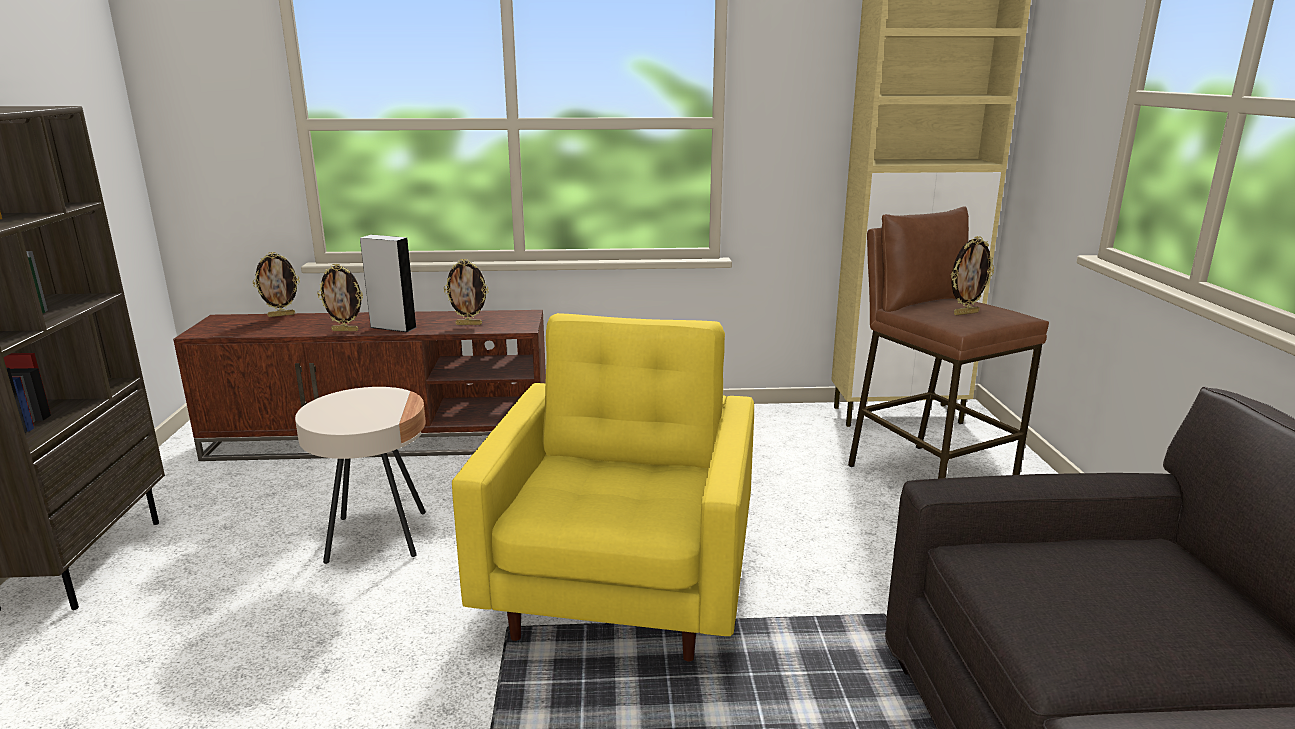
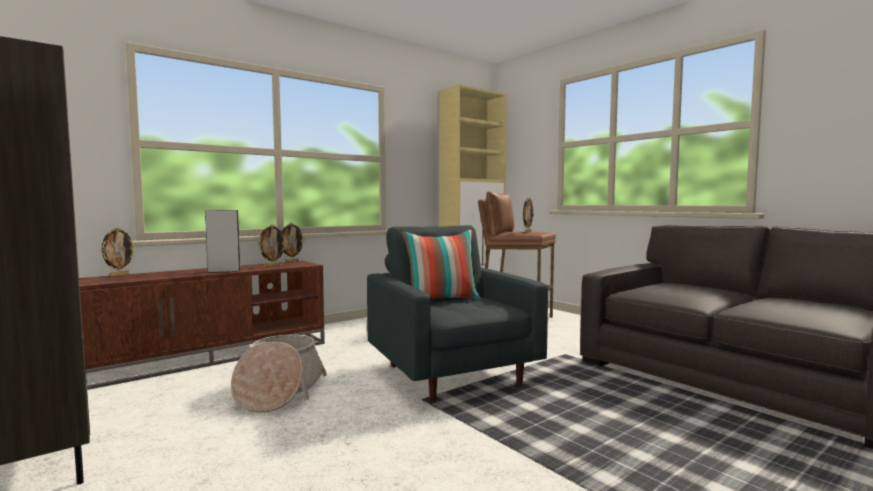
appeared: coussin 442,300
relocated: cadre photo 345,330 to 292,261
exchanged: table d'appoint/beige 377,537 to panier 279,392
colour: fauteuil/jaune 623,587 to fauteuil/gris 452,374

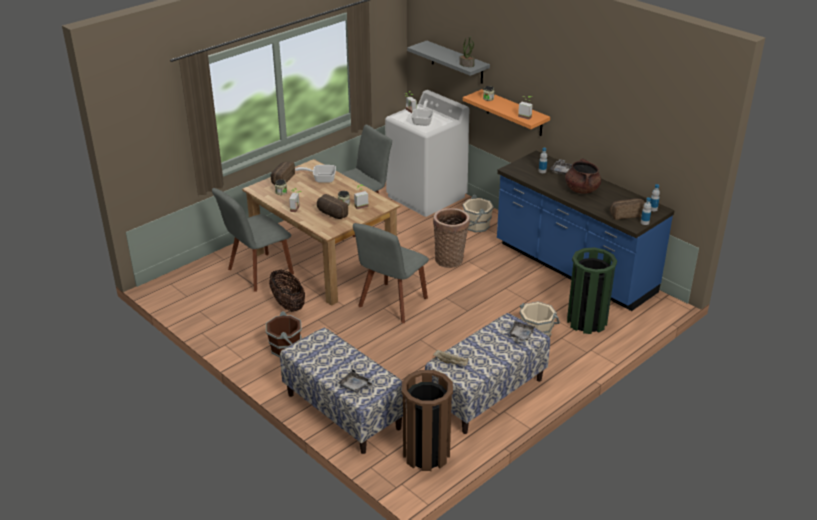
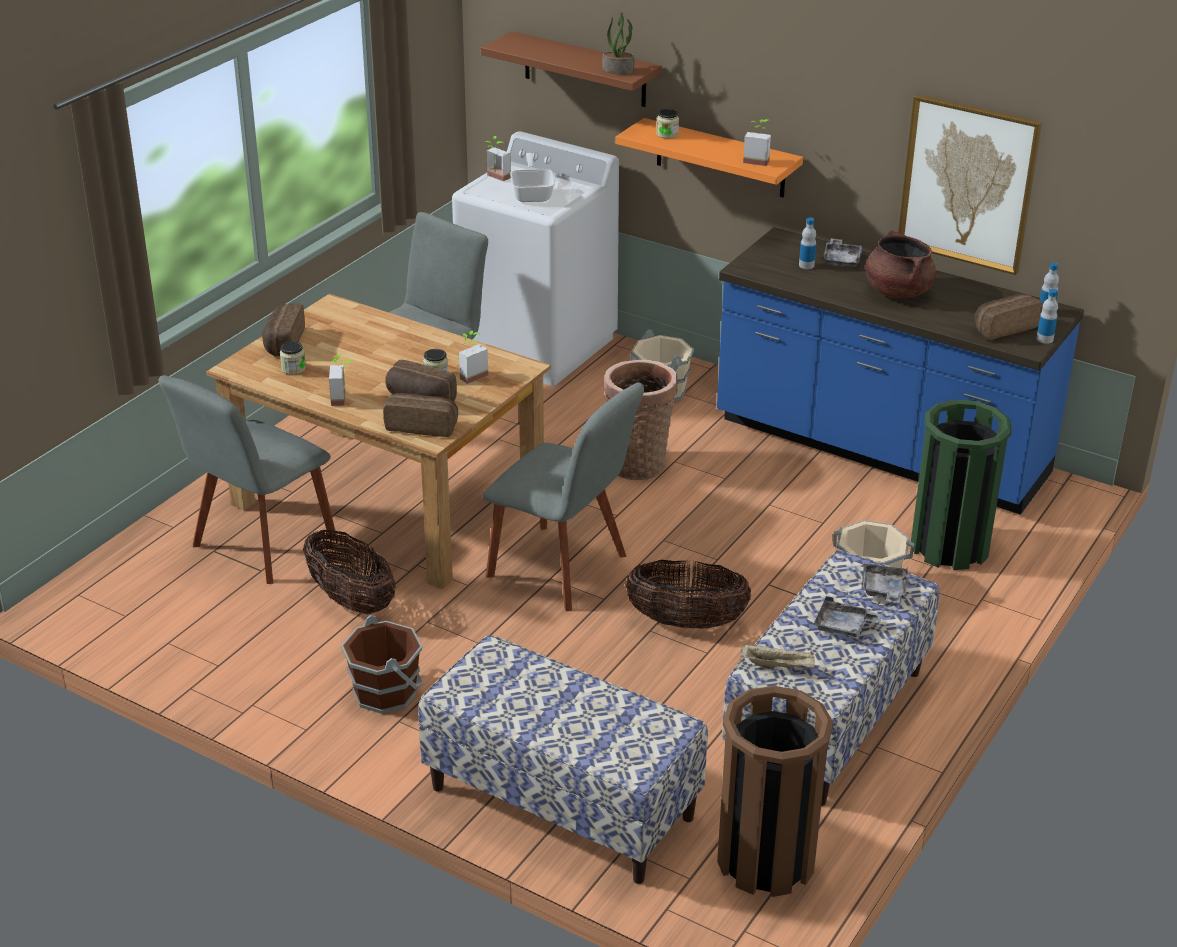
missing: poêle 321,179
appeared: pain 422,426; panier 686,622; tableau 968,183
relocated: plateau/gris 355,386 to 844,626
colour: étagère/gris 457,62 to étagère/marron 585,70
spun: chaise/gris 391,304 = 563,569 75 degrees counterclockwise

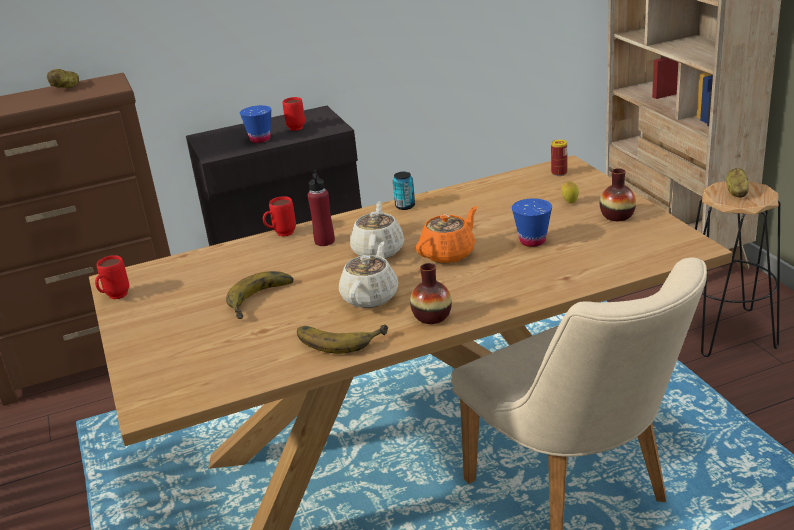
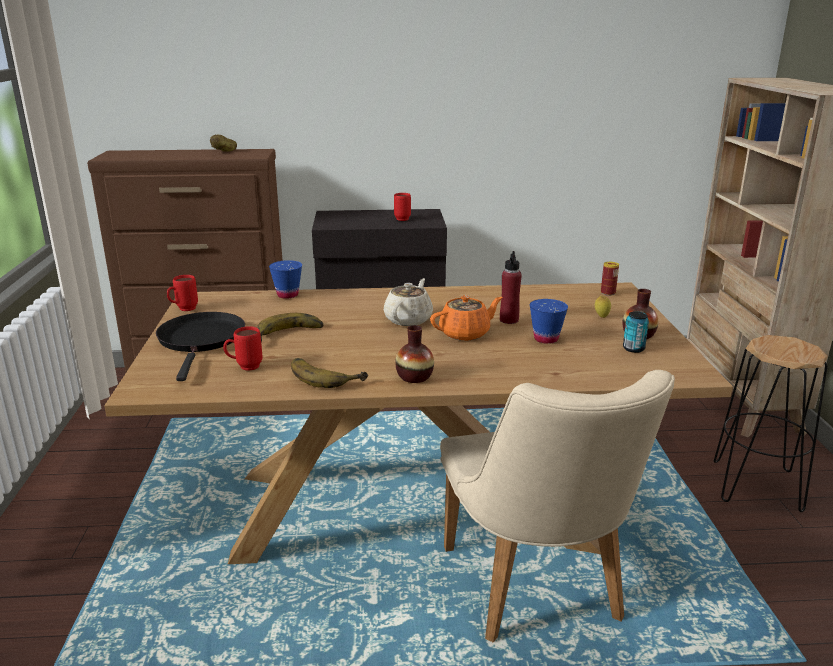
missing: théière/beige 370,296; pomme de terre 736,192
appeared: poêle/noir 201,340
relocated: tasse/bleu 260,139 to 287,295; mug/rouge 281,234 to 244,367; bouteille/rouge 324,241 to 509,320; boîte métallique 405,206 to 633,349

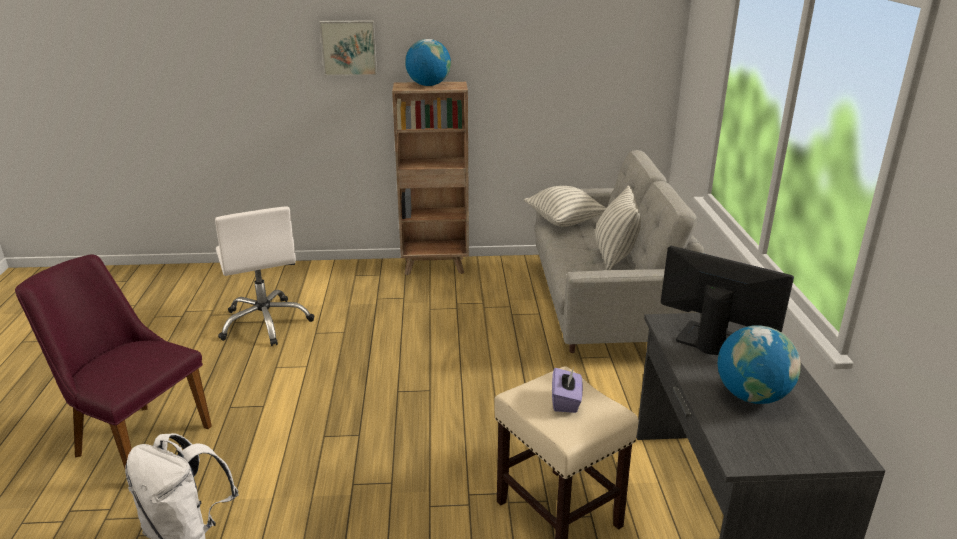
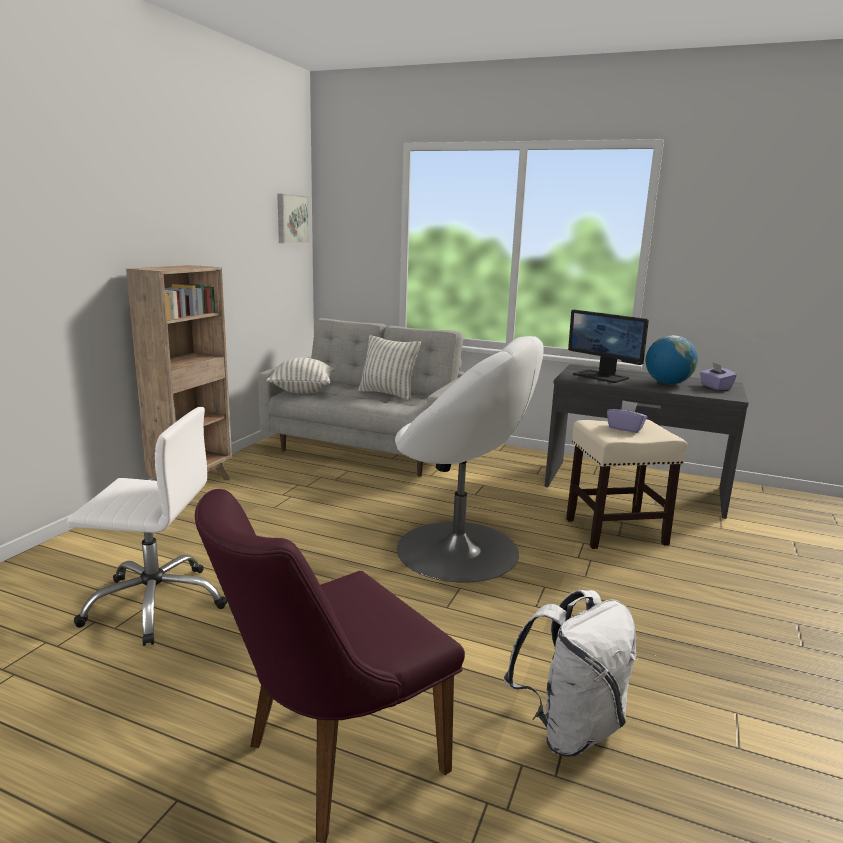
missing: globe 428,85
appeared: fauteuil/blanc 459,550; boîte à mouchoirs/violet 715,387
relocated: tableau 349,47 to 291,219
spun: écran d'ordinateur 714,342 = 601,376 105 degrees counterclockwise

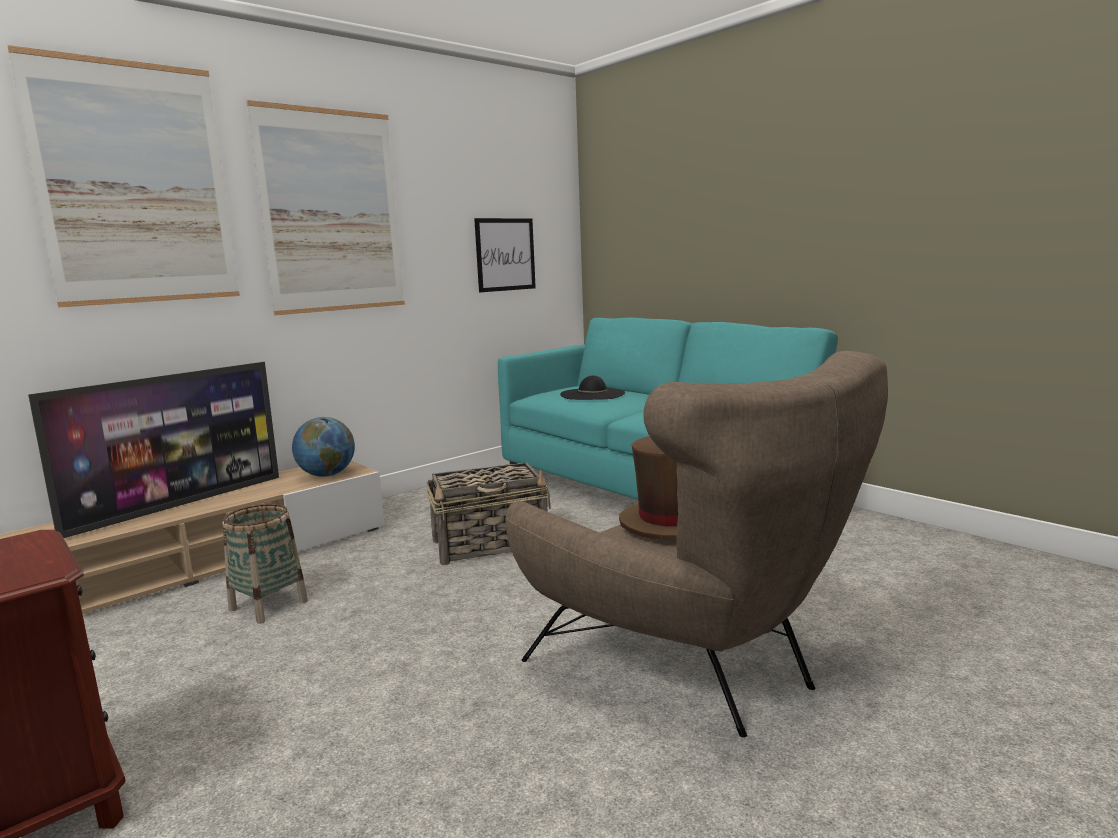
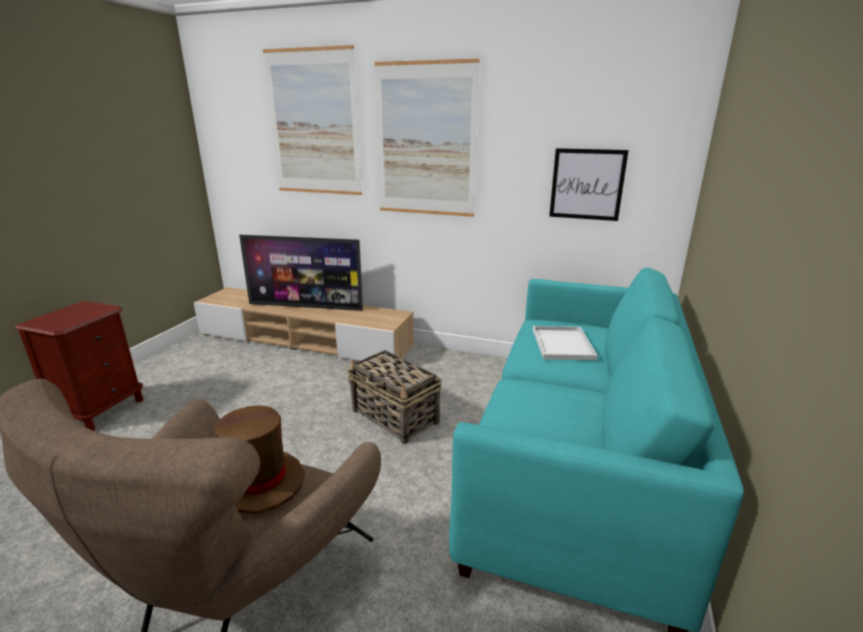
missing: panier 268,605; globe 327,475
exchanged: chapeau/noir 592,394 to plateau/blanc 561,343

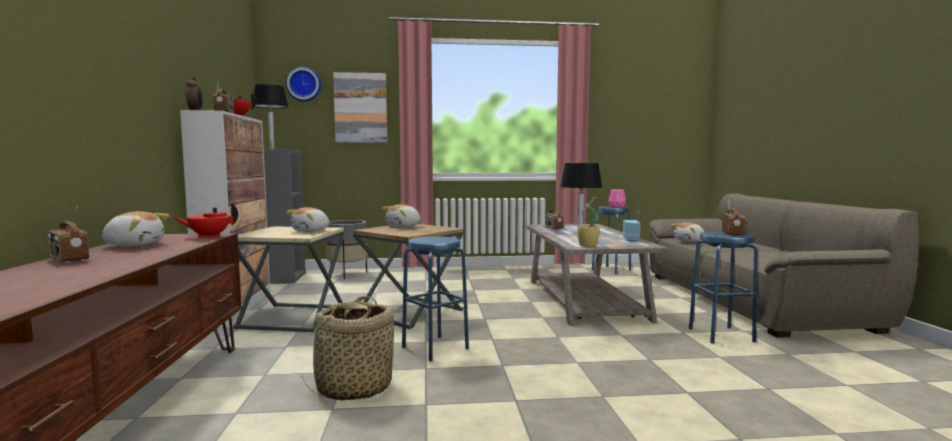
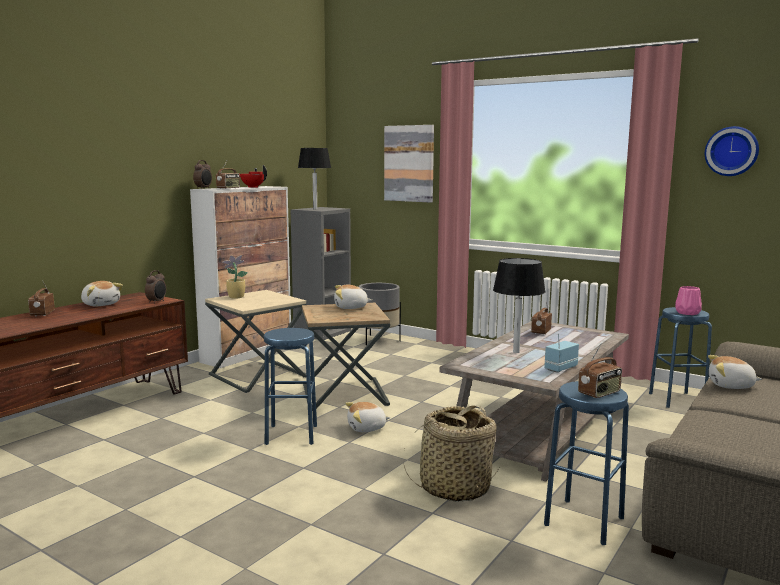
relocated: horloge murale 304,84 to 731,151; peluche 311,231 to 367,428; panier 353,388 to 454,488; plante en pot 587,246 to 235,297
exchanged: théière/rouge 209,236 to réveil 157,302

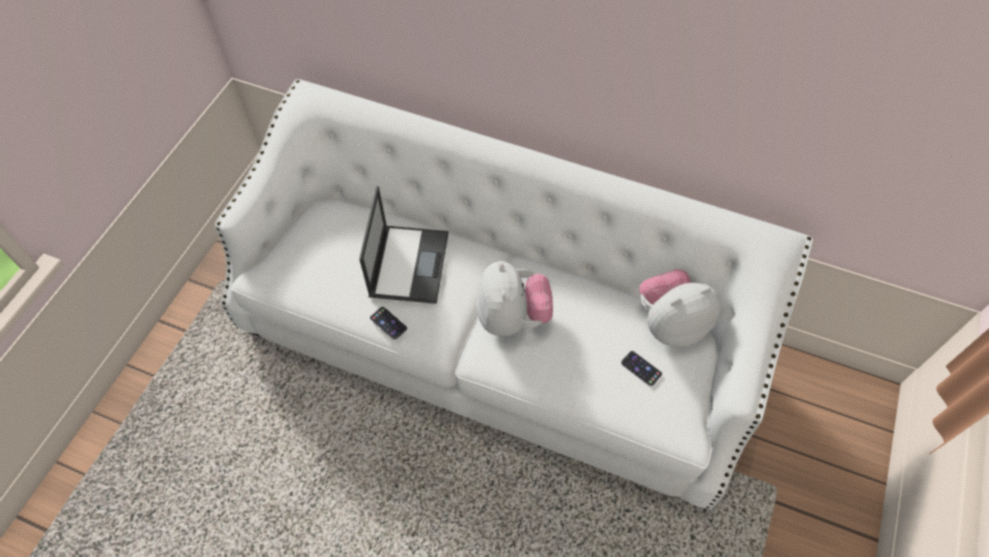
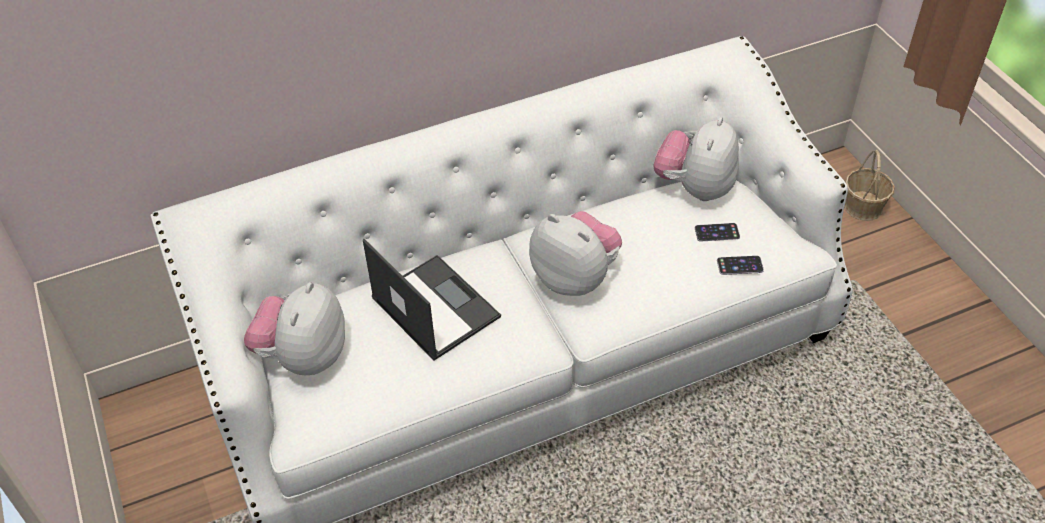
appeared: peluche 304,356; panier 863,206
relocated: téléphone 388,323 to 740,265

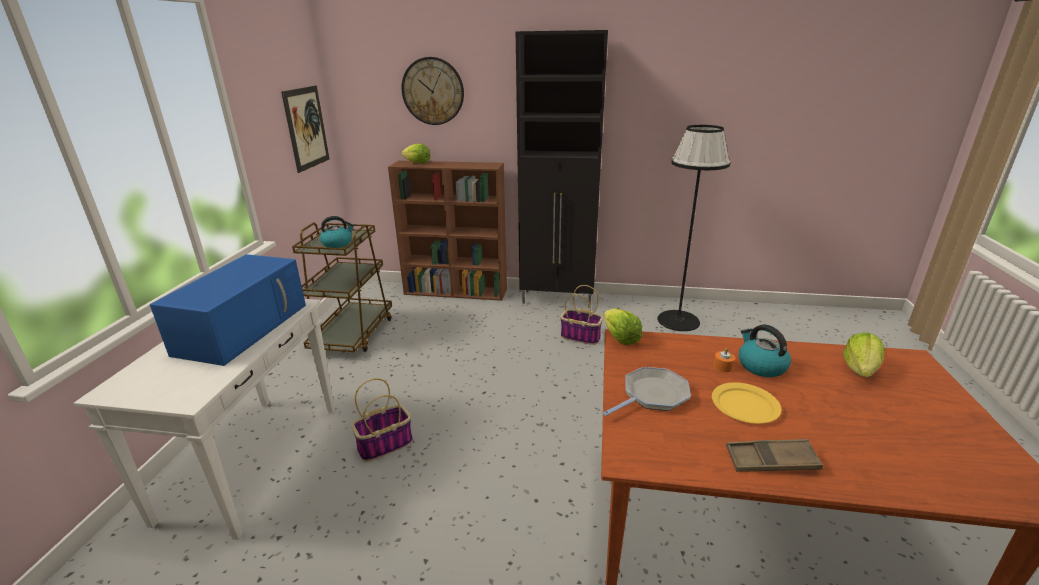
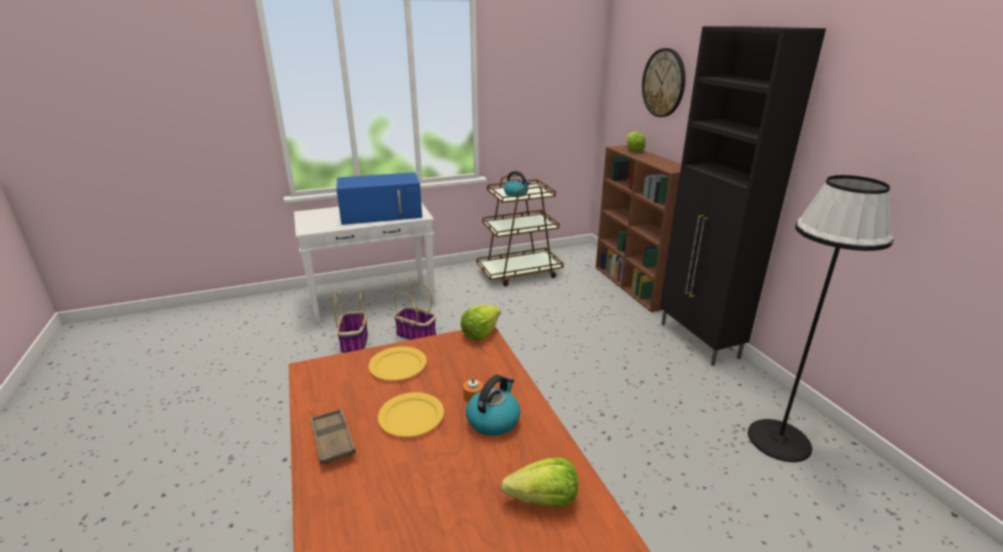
missing: tableau 306,128
relocated: panier 581,336 to 354,343
exchanged: poêle 652,395 to assiette/jaune 398,365

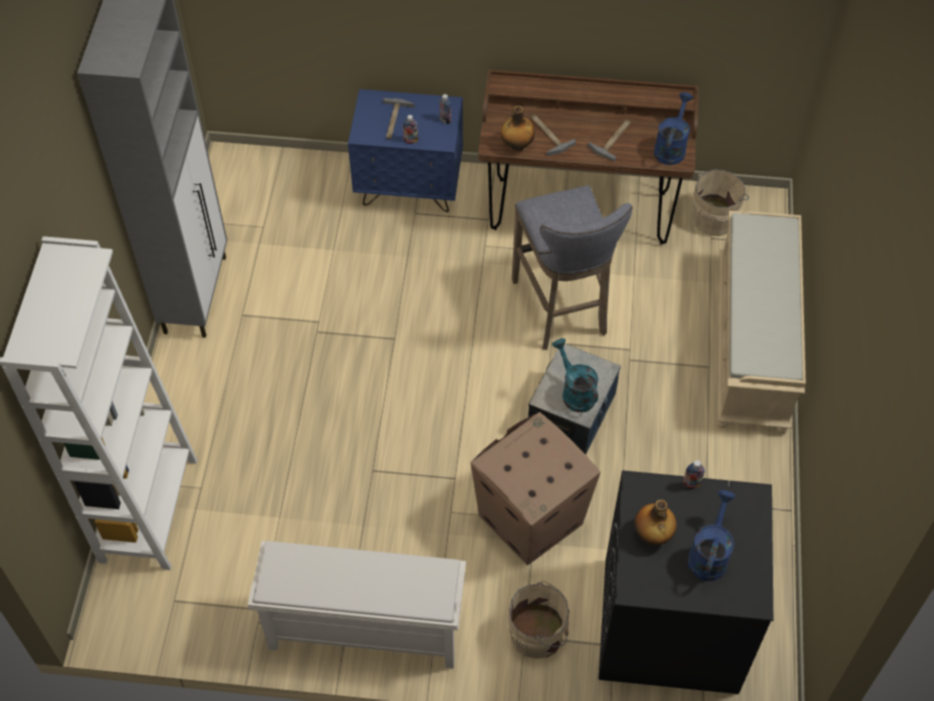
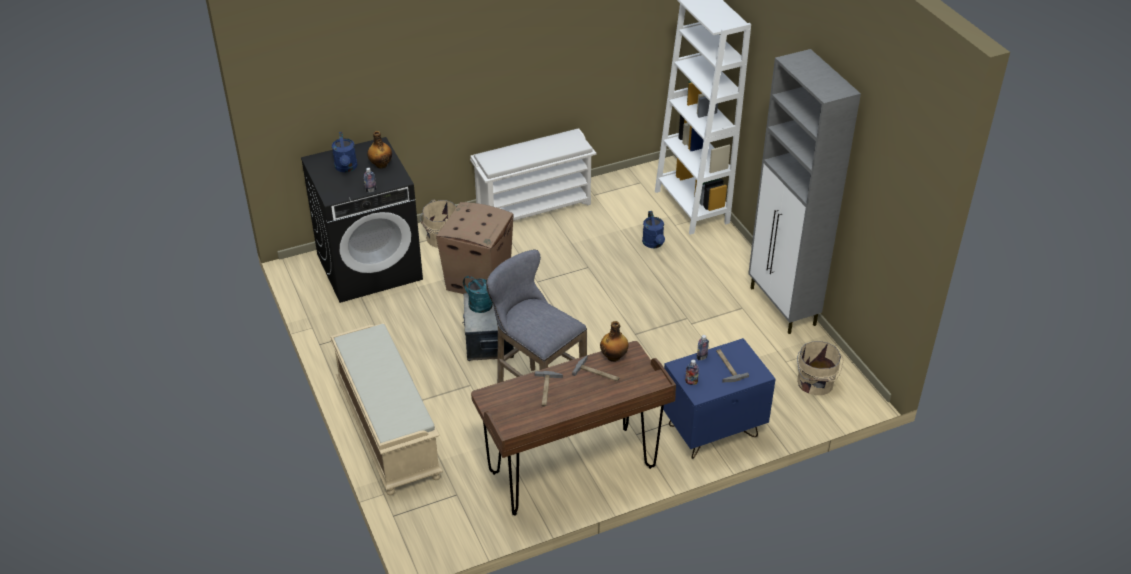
relocated: arrosoir/bleu 671,147 to 654,244; seau/beige 715,217 to 815,383

